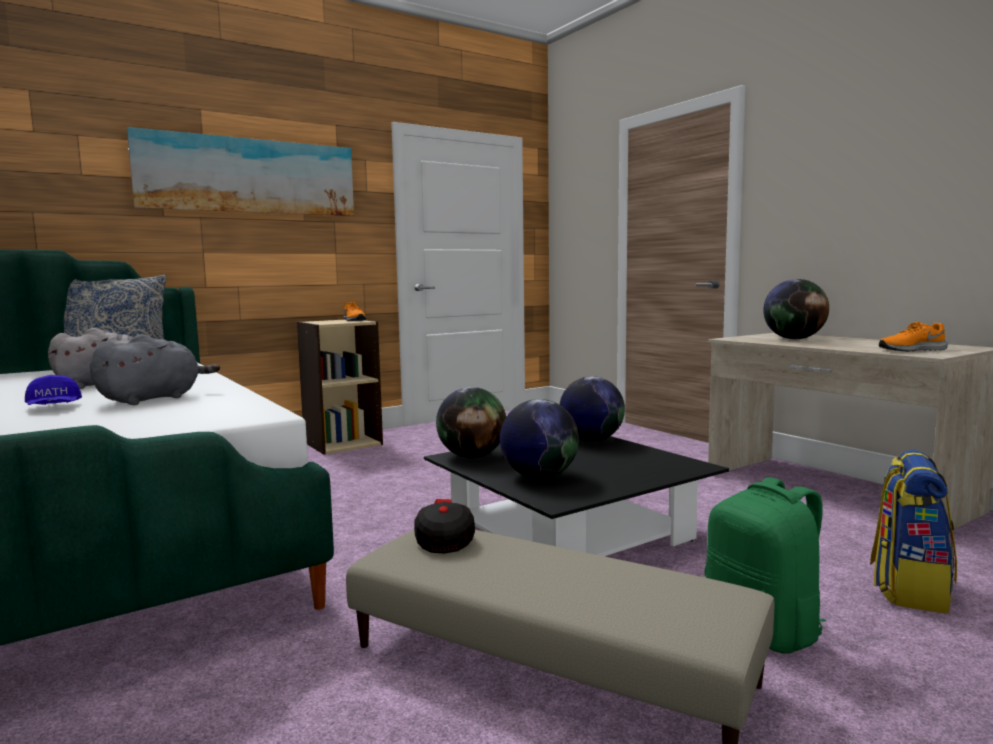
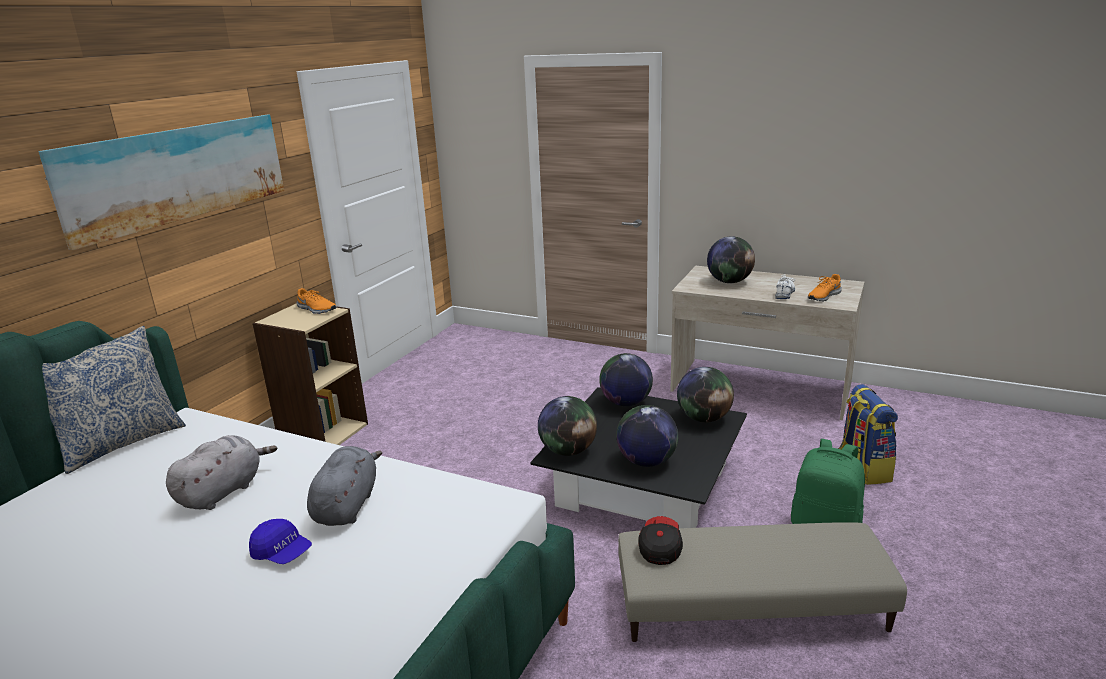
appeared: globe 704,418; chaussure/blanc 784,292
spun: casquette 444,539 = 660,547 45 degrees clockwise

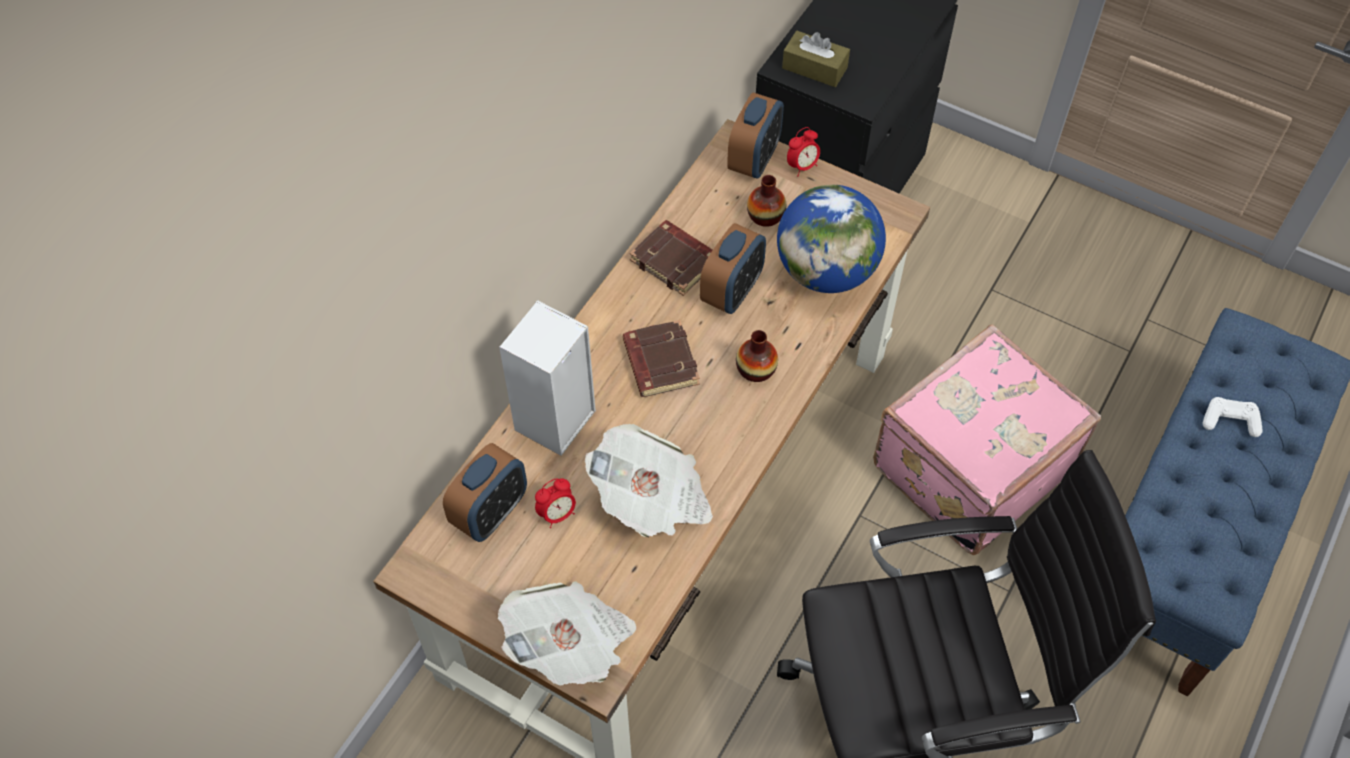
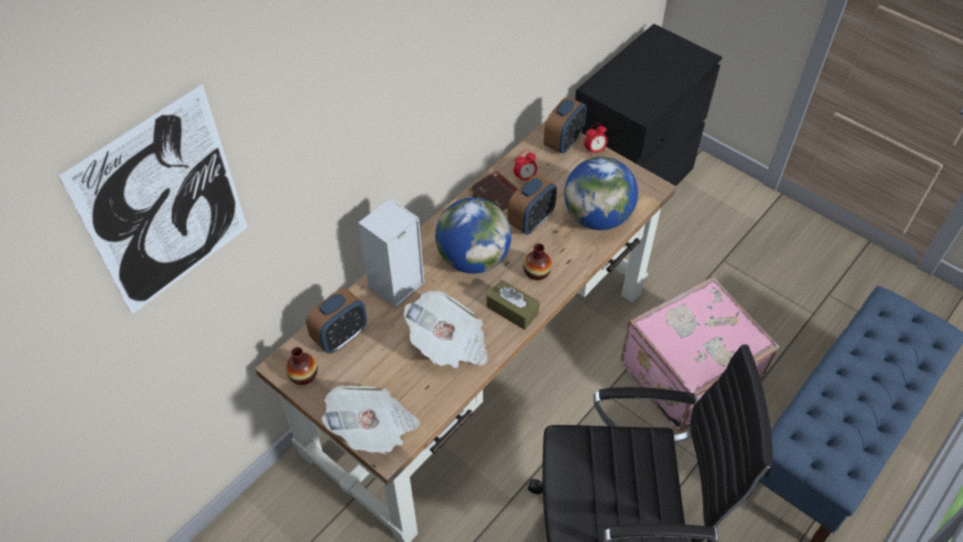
missing: manette/blanc 1230,421
appeared: tableau 164,204
relocated: réveil 557,514 to 525,178; vase 765,215 to 303,375; boîte à mouchoirs/marron 814,68 to 512,310
exchanged: livre/marron 659,362 to globe 473,259

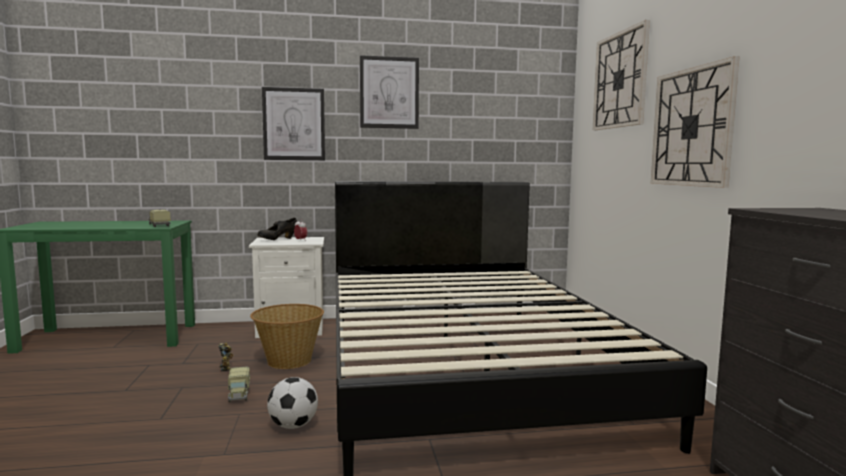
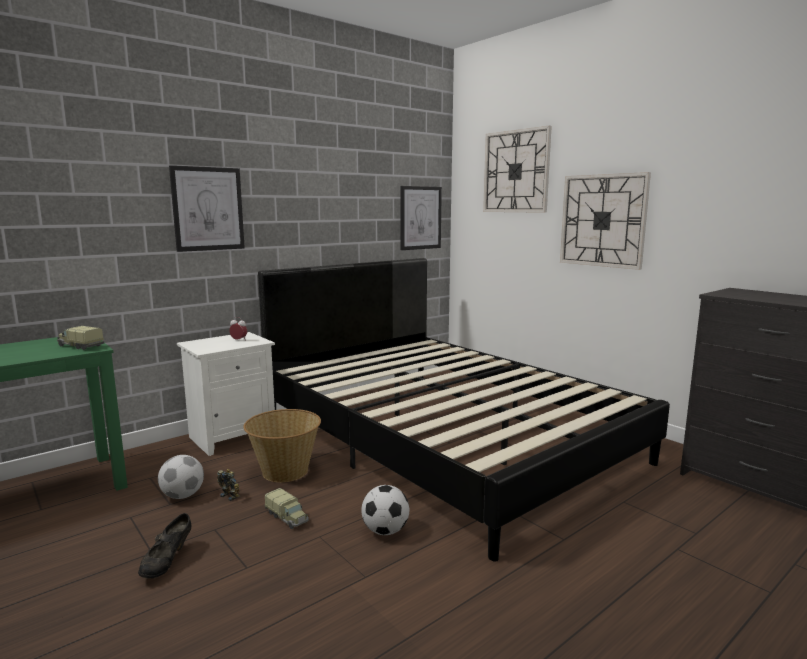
appeared: ballon de foot 182,495
relocated: chaussure/noir 277,240 to 167,562; tableau 389,92 to 420,218

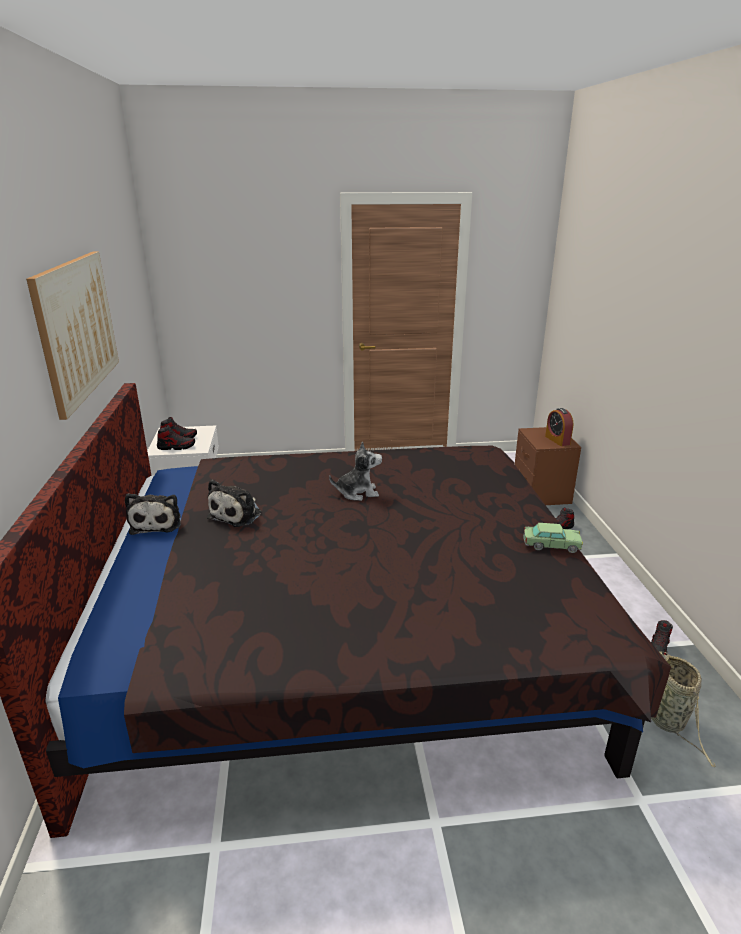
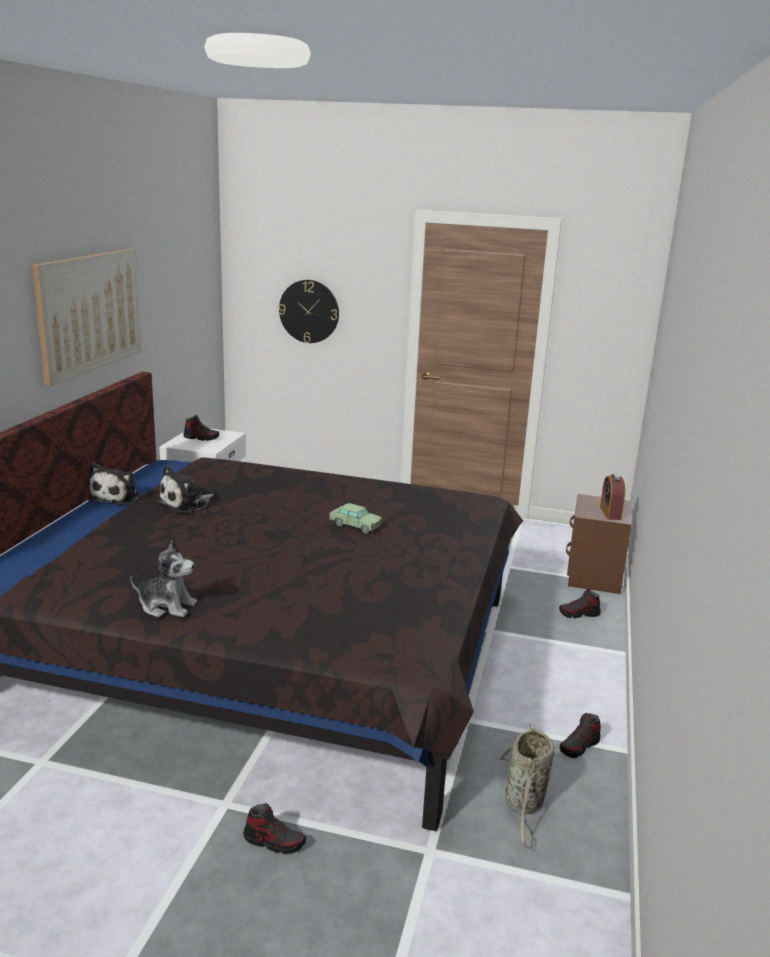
appeared: horloge murale 309,311
relocated: chaussure 176,447 to 274,841; peluche 357,492 to 167,606; petite voiture 551,545 to 355,525

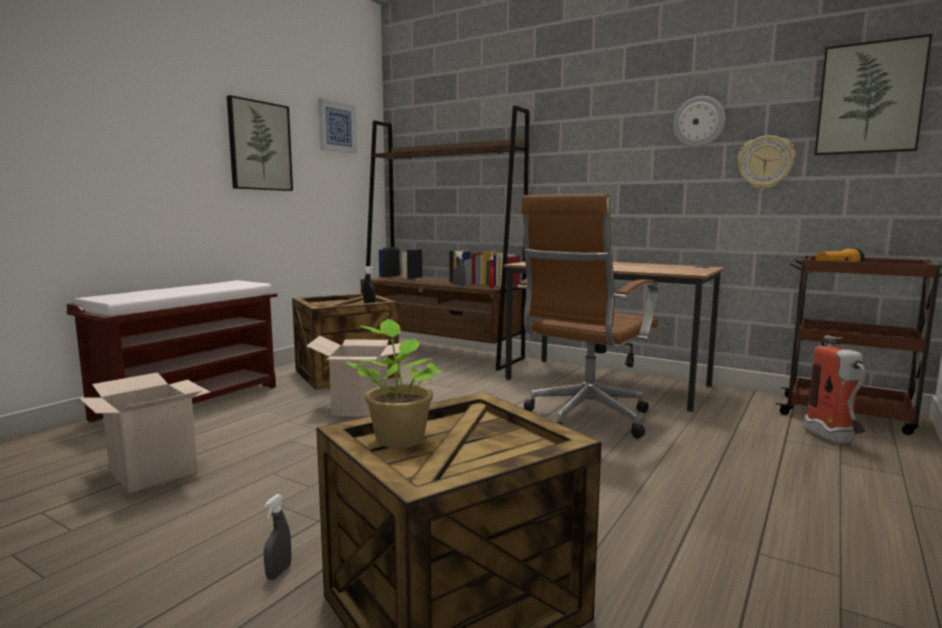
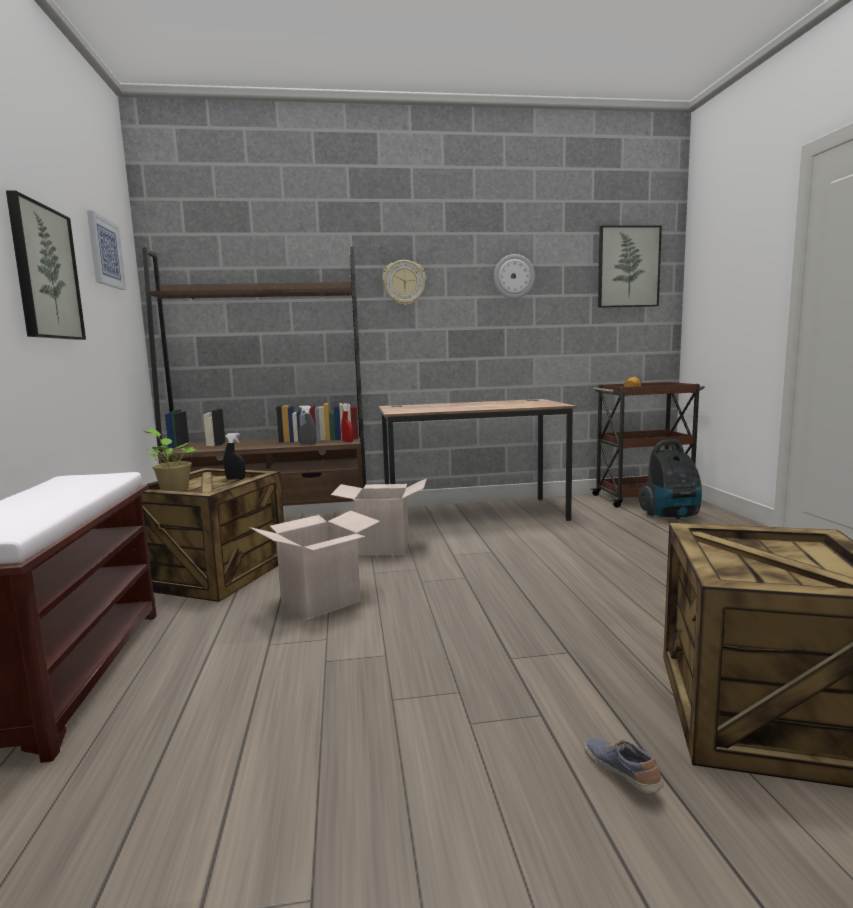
missing: chaise de bureau/marron 584,420
relocated: carton 153,471 to 383,547; plante en pot 398,438 to 173,489; horloge murale 765,162 to 404,283
exchanged: vaporisateur/gris 279,572 to chaussure 622,773; extincteur 834,441 to aspirateur 671,516

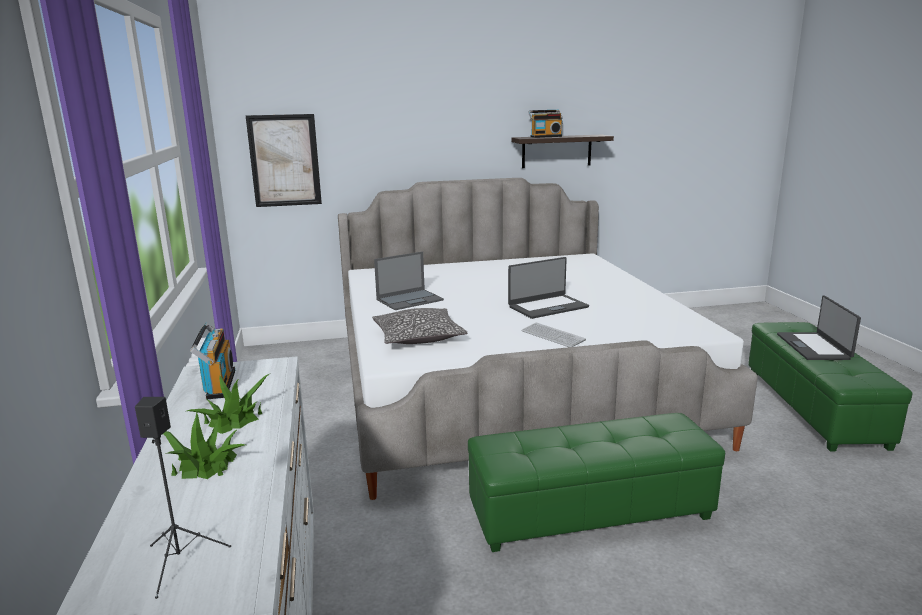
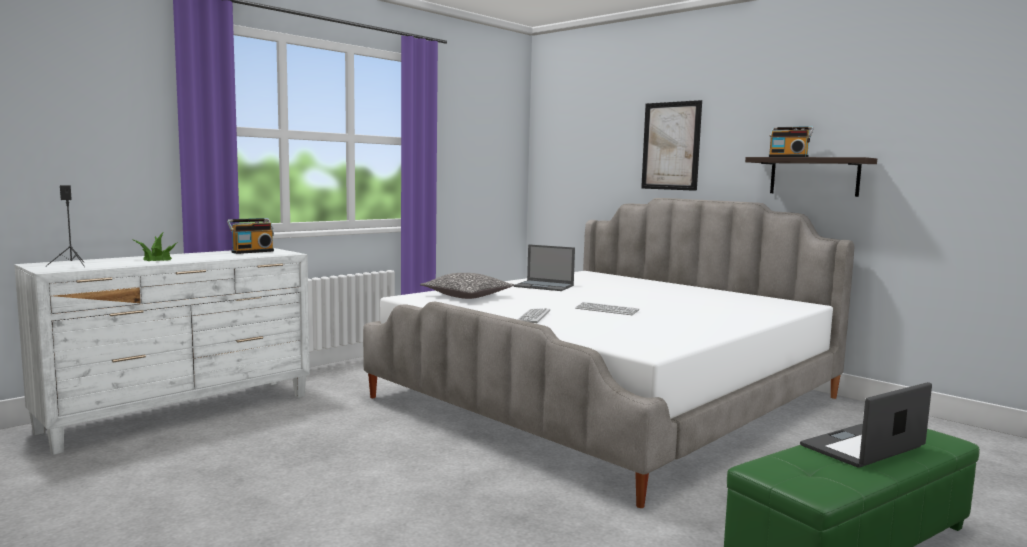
missing: plante en pot 234,419; pouf/vert 590,511
relocated: tableau 284,160 to 671,146
exchanged: ordinateur portable 547,307 to clavier 606,310

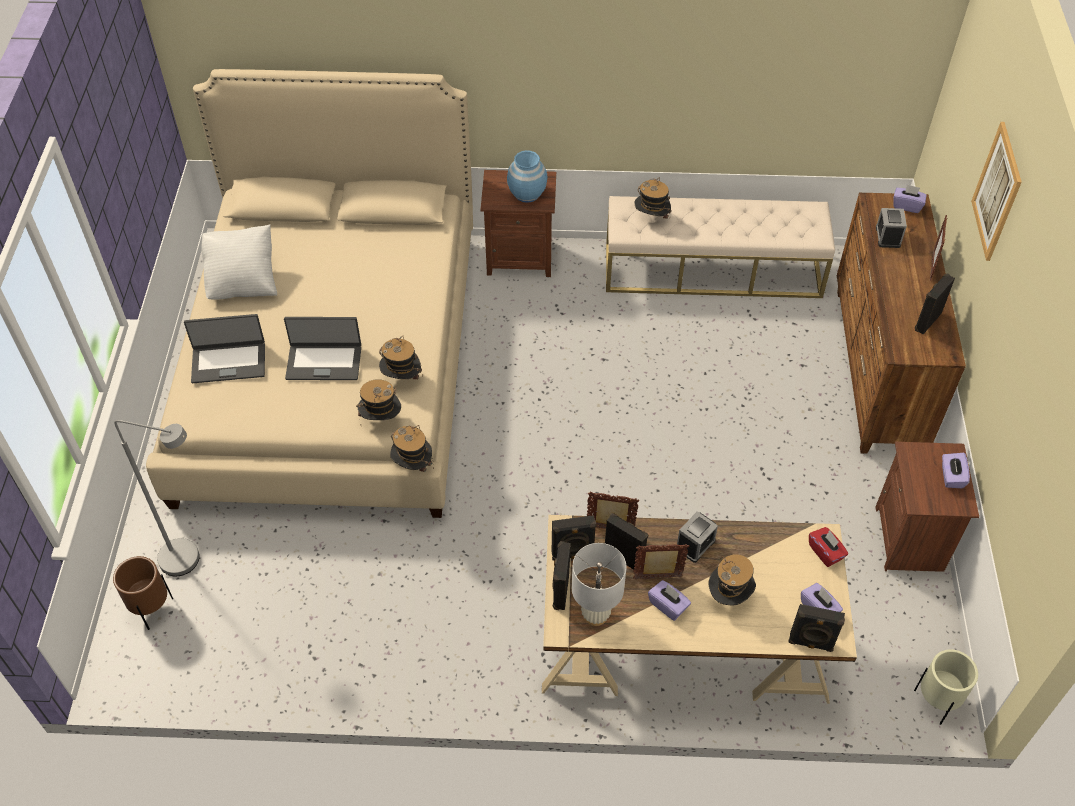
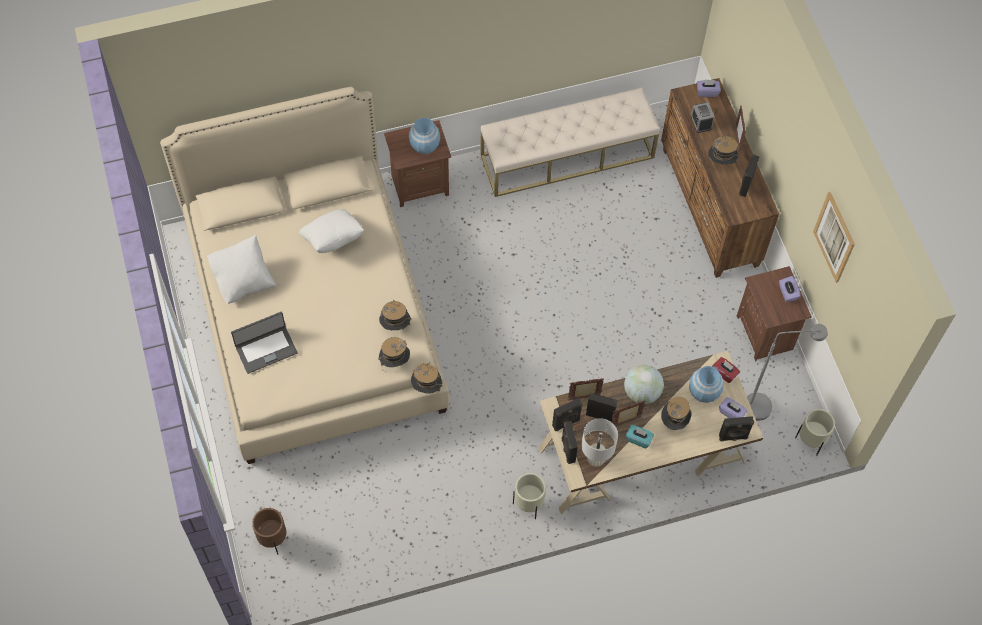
missing: ordinateur portable 324,362
appeared: coussin/blanc 333,241; cache-pot/beige 528,505; vase/bleu 704,392
relocated: lampadaire/gris 190,560 to 765,405; chapeau 651,218 to 721,162; tableau 997,192 to 834,237
exchanged: réveil 695,544 to globe 641,392
colour: boîte à mouchoirs/violet 668,605 to boîte à mouchoirs/turquoise 638,439

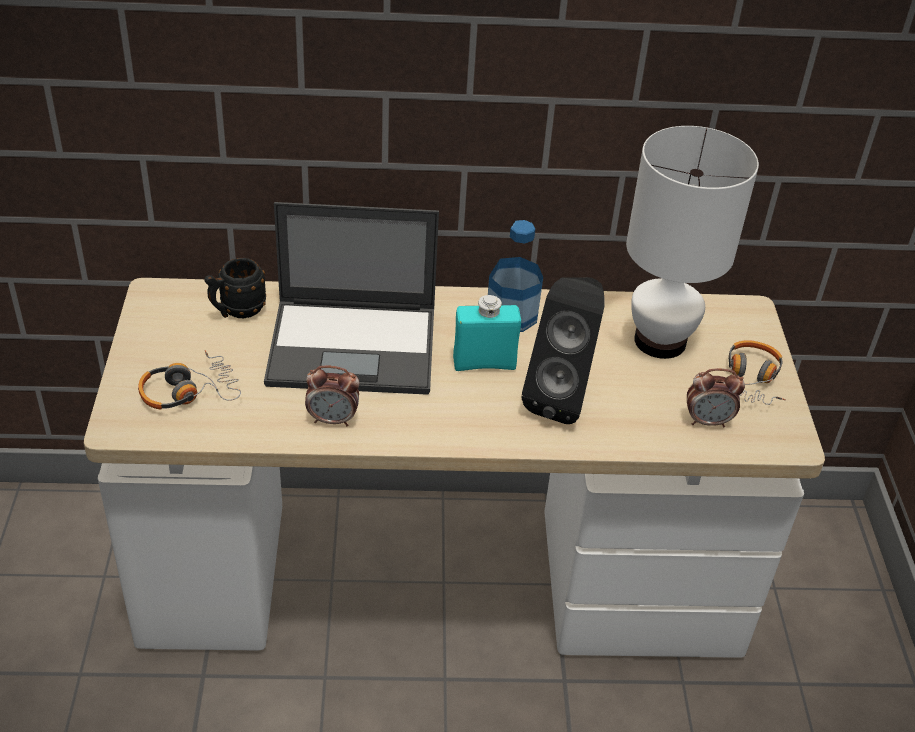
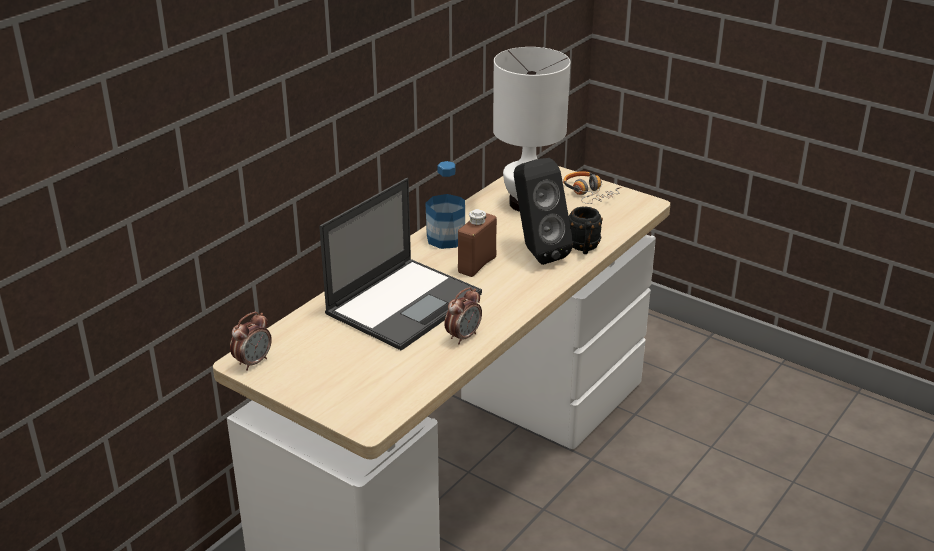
missing: casque audio 189,391
relocated: mug/noir 236,311 to 584,248; réveil 708,421 to 253,362
colour: bouteille/turquoise 484,363 to bouteille/marron 477,265

